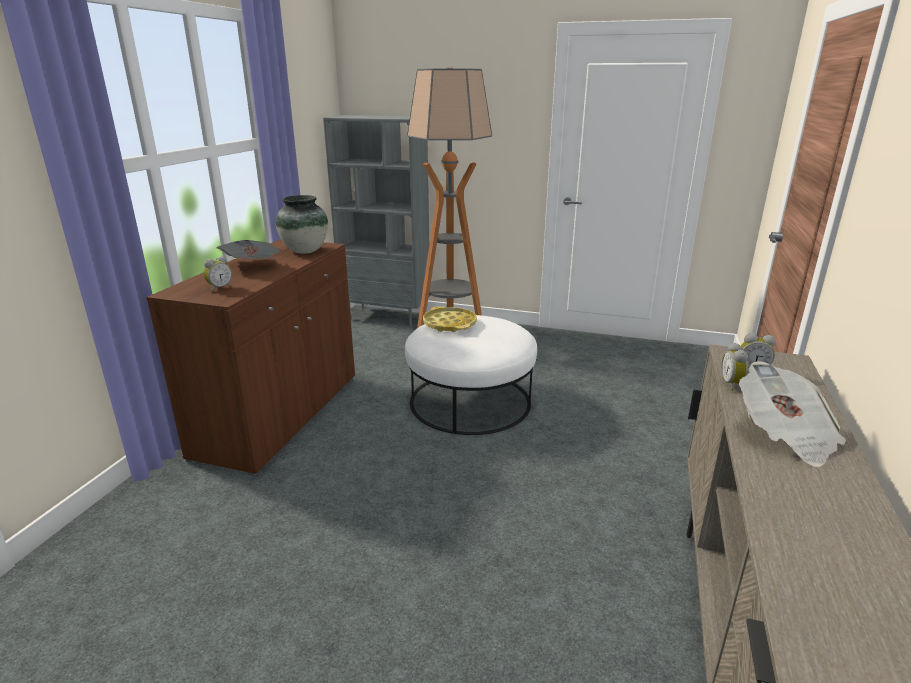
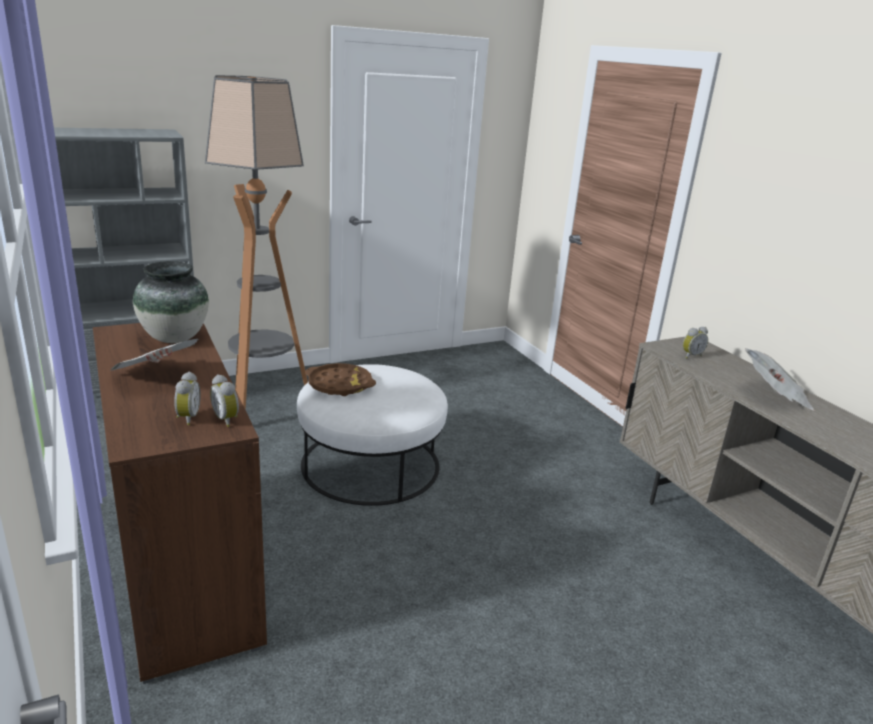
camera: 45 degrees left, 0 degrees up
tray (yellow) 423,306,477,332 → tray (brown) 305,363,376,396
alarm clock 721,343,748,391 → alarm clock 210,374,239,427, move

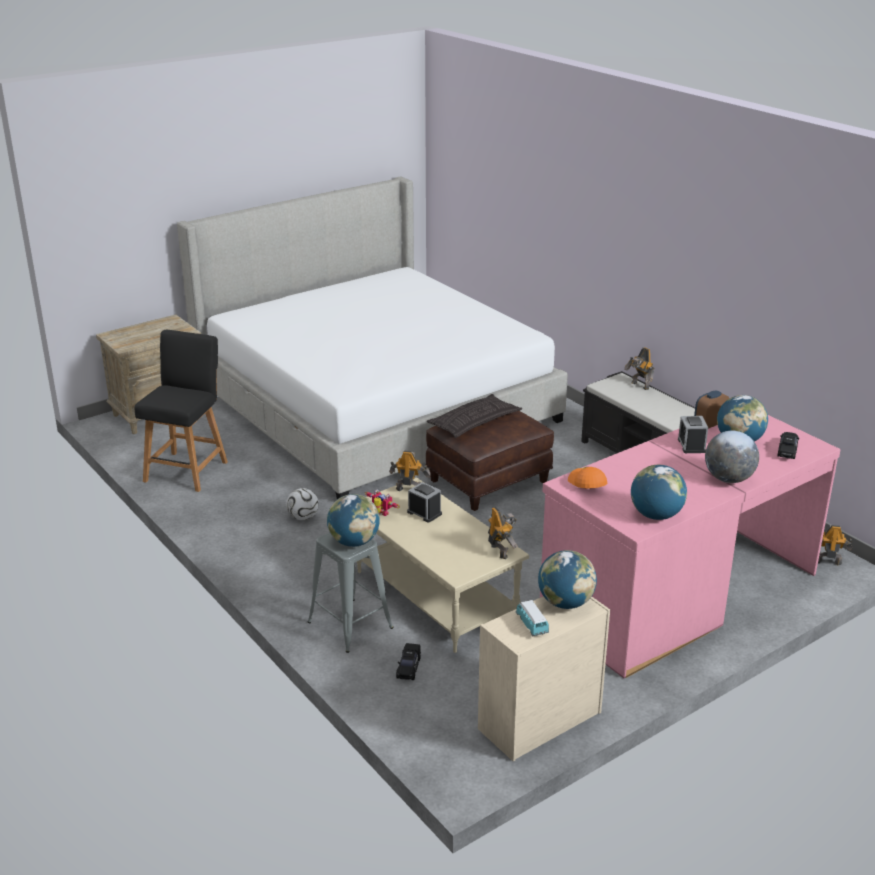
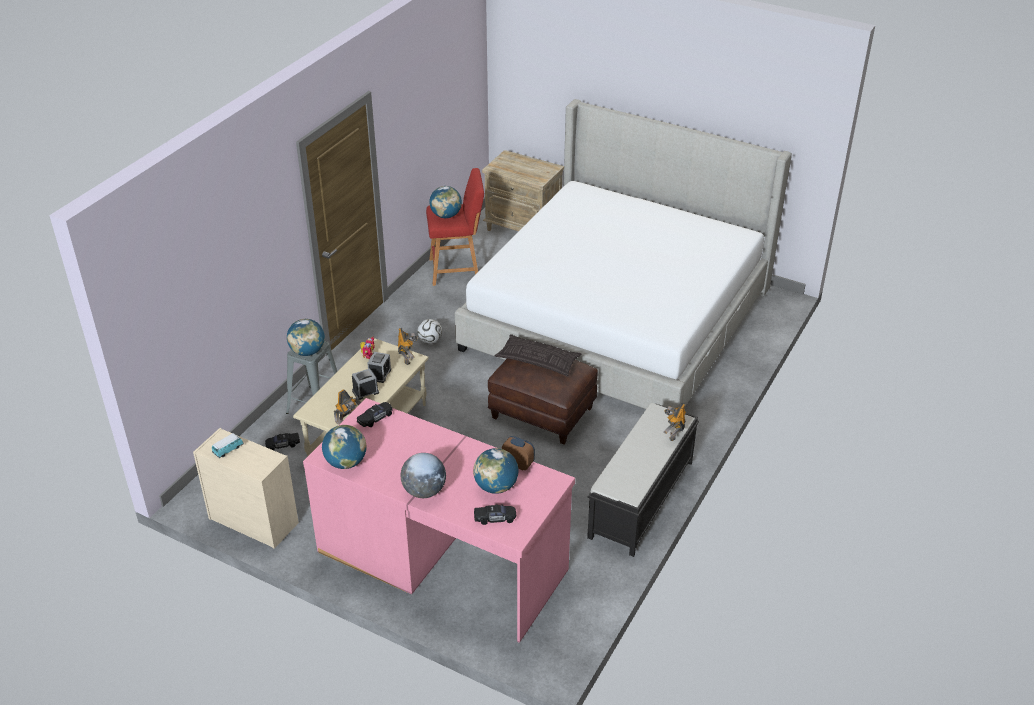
camera: 65 degrees right, 10 degrees up
stool (black) 135,330,228,492 → stool (red) 426,168,484,286
alarm clock 678,416,708,453 → alarm clock 352,368,379,400, move
cap (orange) 568,467,607,488 → toy car (black) 357,402,392,427
toy robot 818,525,852,565 → -
globe 538,550,597,609 → globe 429,186,462,218, move

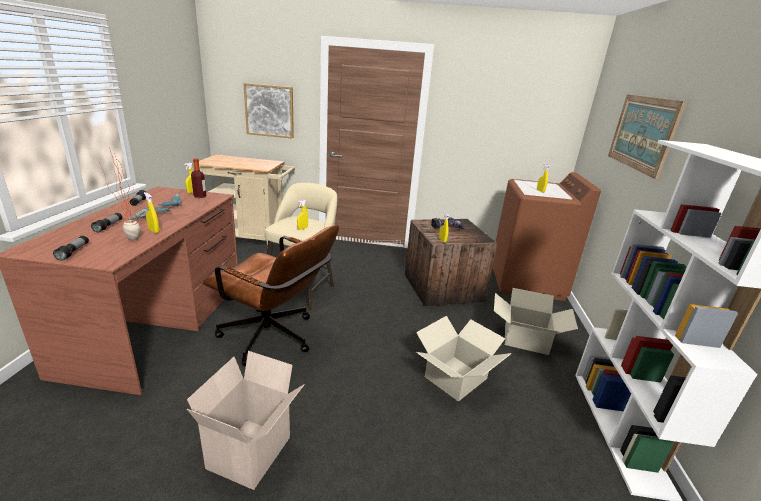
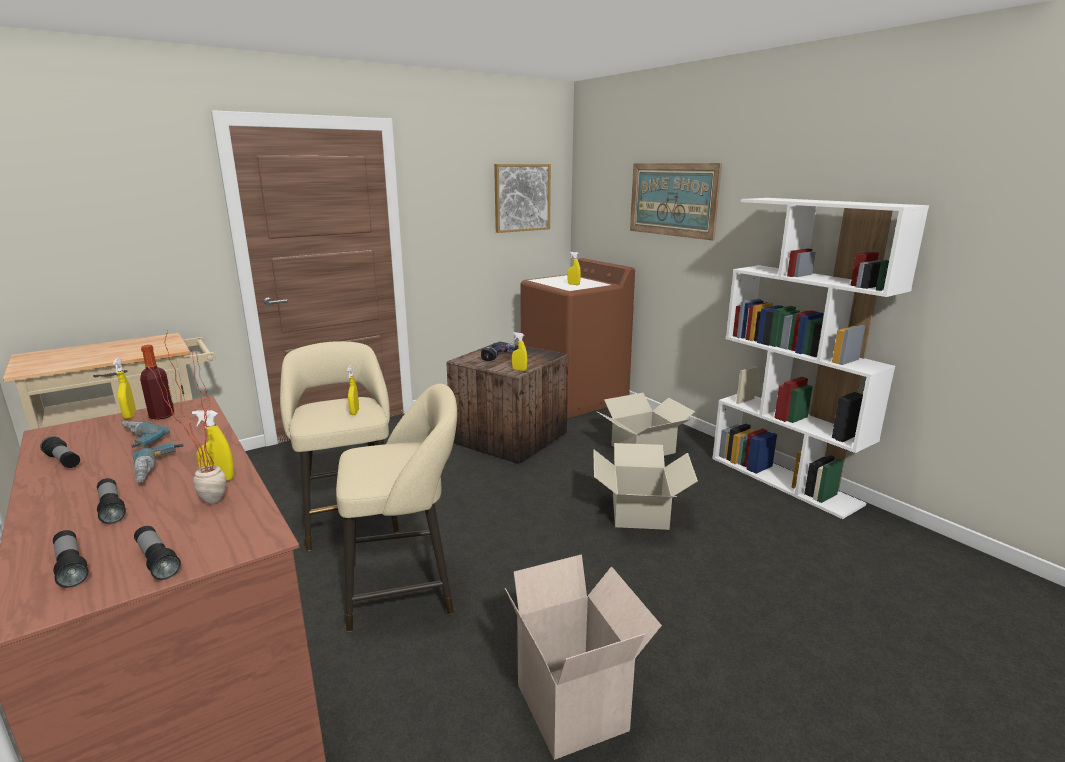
camera: 40 degrees left, 5 degrees down
picture 243,83,294,139 → picture 494,164,551,233, move
office chair (brown) 203,225,339,366 → stool (beige) 336,384,457,632
- → flashlight 53,530,89,588

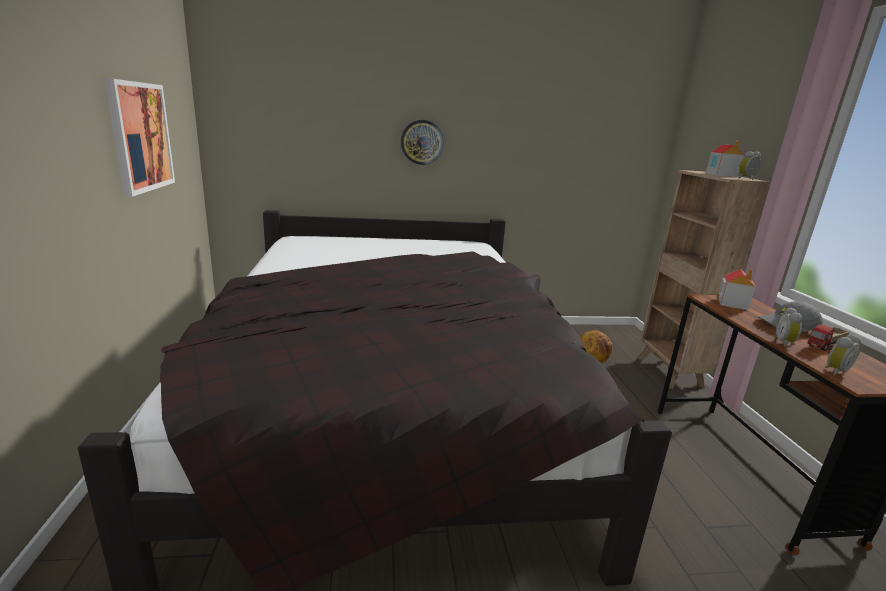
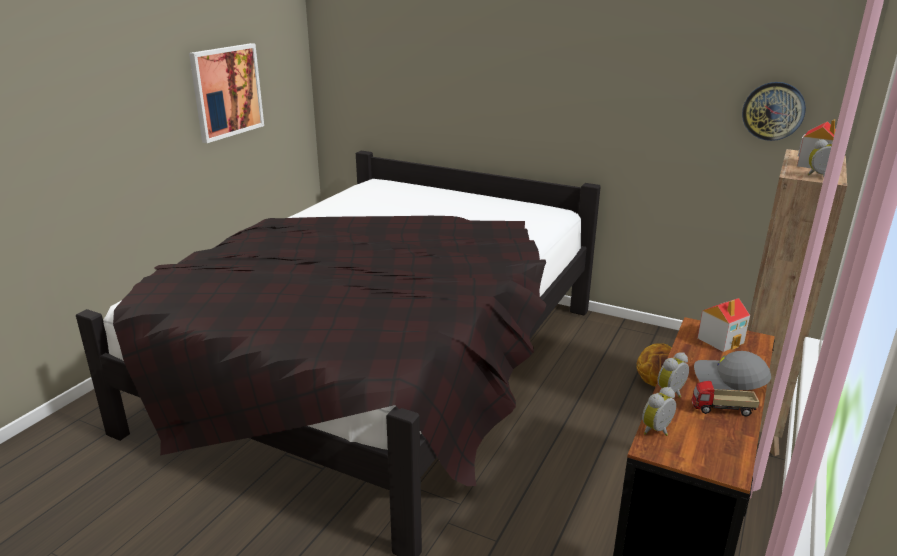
camera: 35 degrees right, 5 degrees up
wall clock 401,120,444,165 → wall clock 742,82,806,141, move
alarm clock 825,335,861,376 → alarm clock 642,387,676,436, 135 degrees clockwise

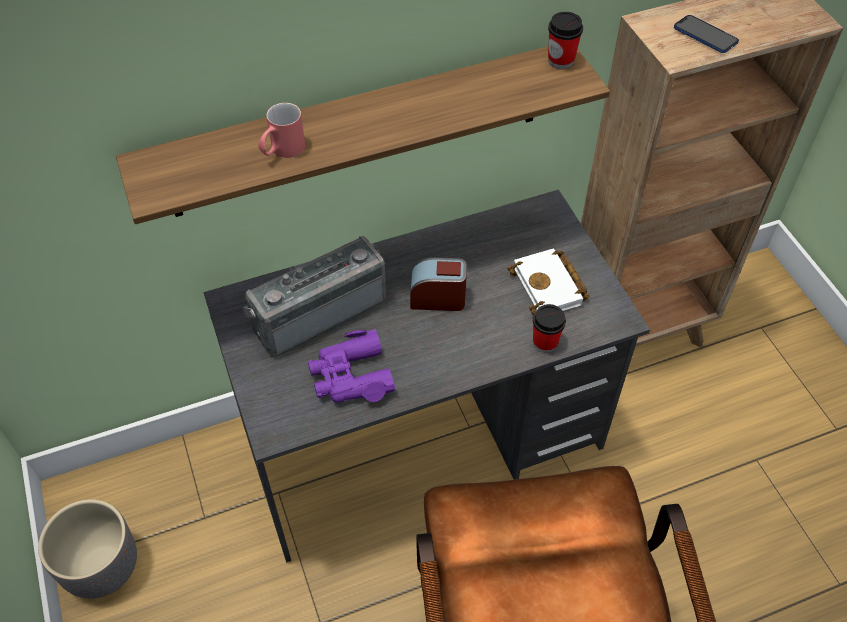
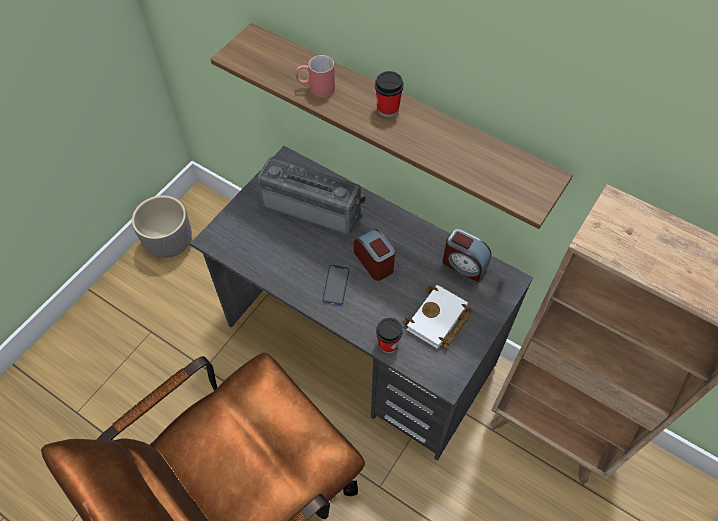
camera: 55 degrees right, 5 degrees up
cup 548,12,583,69 → cup 375,71,404,117, move
phone 674,15,739,53 → phone 322,265,350,305, move
binoculars (purple) 308,329,395,403 → -
- → alarm clock 443,229,491,282

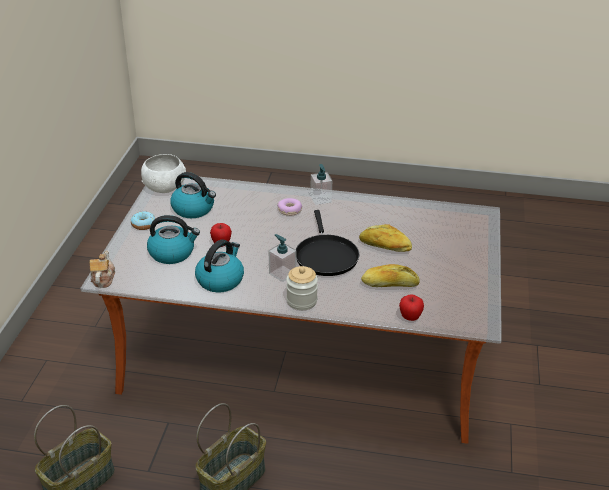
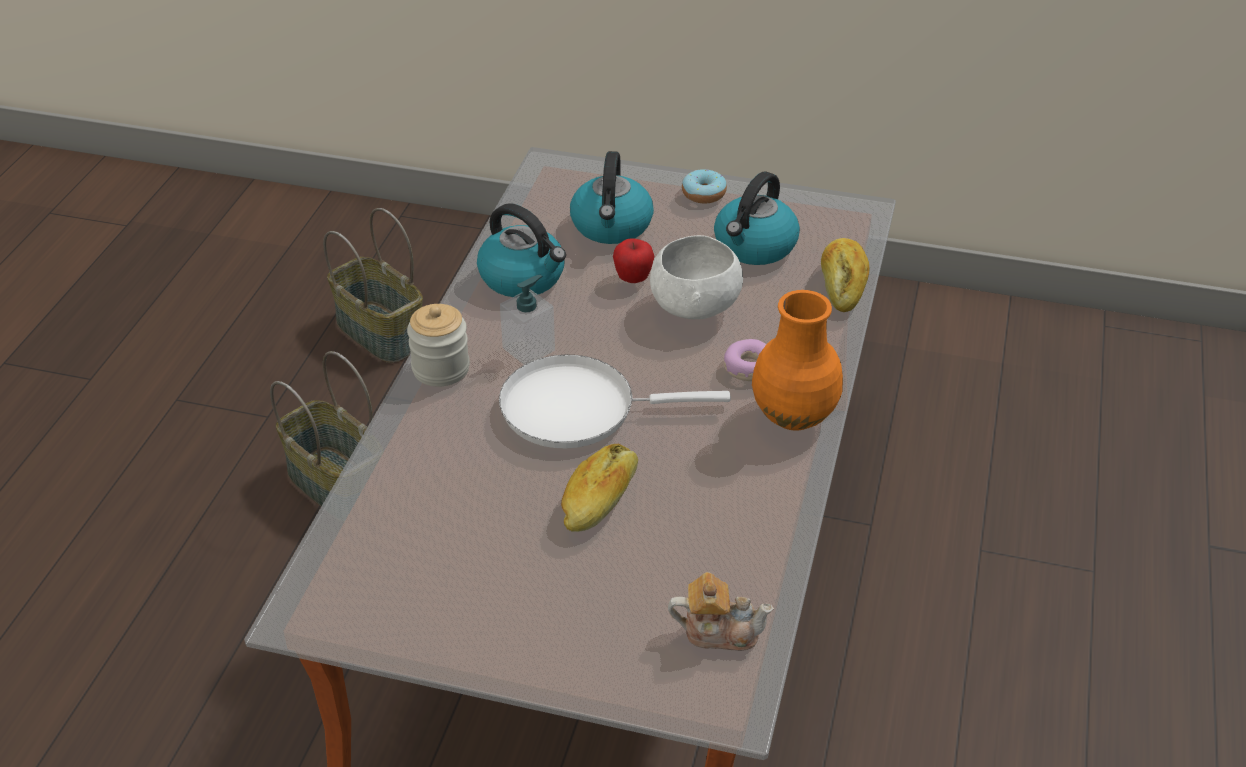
camera: 95 degrees right, 5 degrees up
bowl (white) 141,154,186,193 → bowl (white) 650,235,743,319, move
soap dispenser 310,164,332,205 → vase (orange) 752,290,843,431
frying pan (black) 296,210,360,276 → frying pan (white) 499,355,731,448
teapot 90,250,115,288 → teapot 668,572,774,651, move
bread 361,264,420,287 → bread 821,238,869,312, move
apple 399,294,424,321 → -

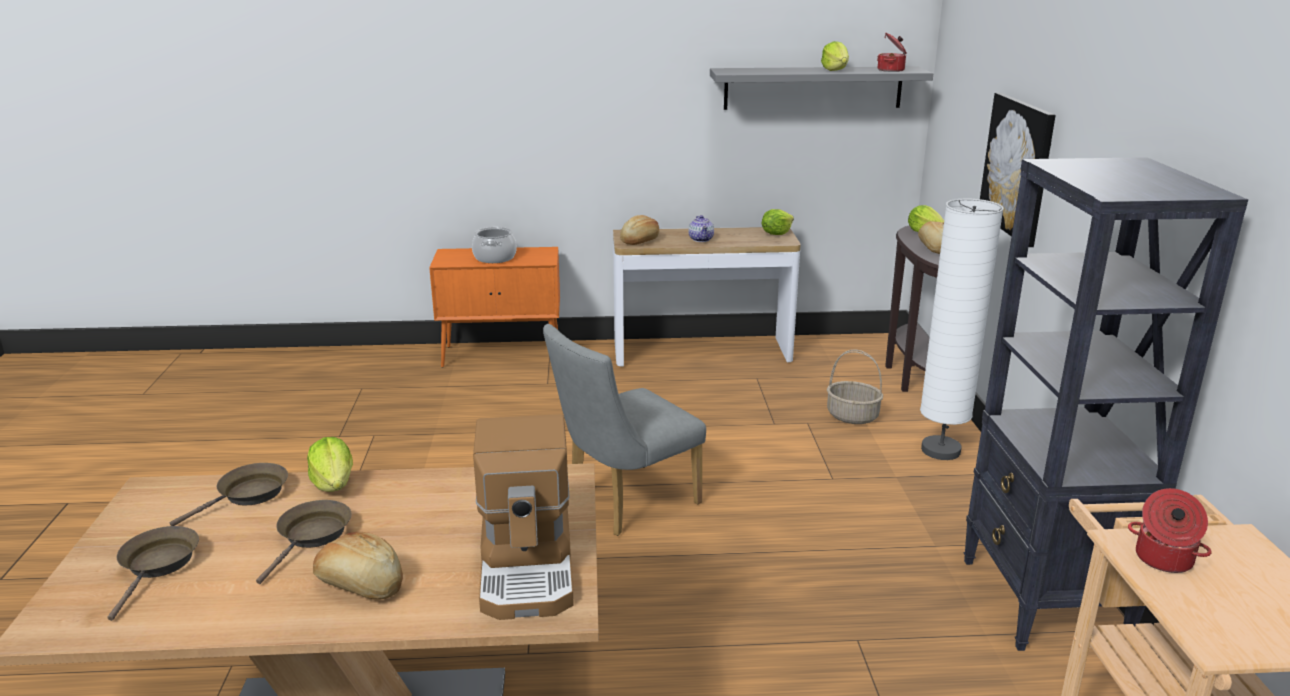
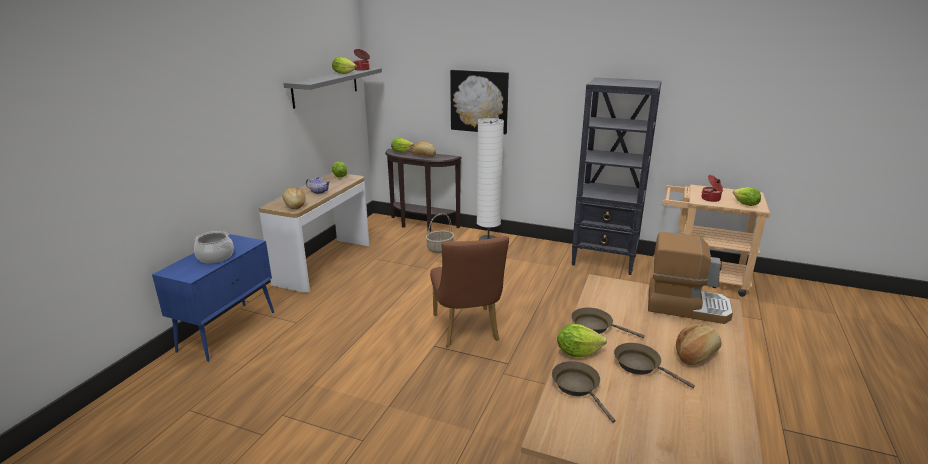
camera: 65 degrees left, 0 degrees up
cabinet (orange) 429,247,560,368 → cabinet (blue) 152,234,274,362
chair (grey) 543,324,706,536 → chair (brown) 430,236,509,347
frying pan (brown) 107,526,199,621 → frying pan (brown) 571,308,645,338, move
- → lettuce 733,187,761,206

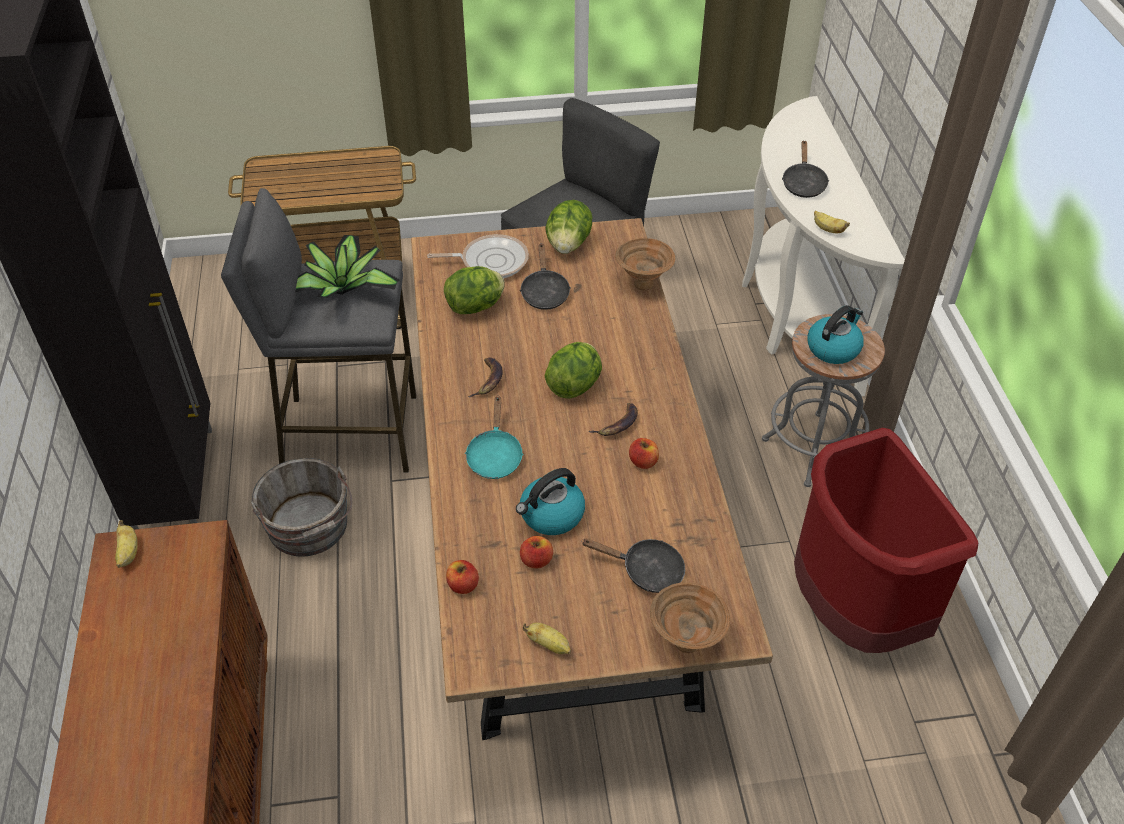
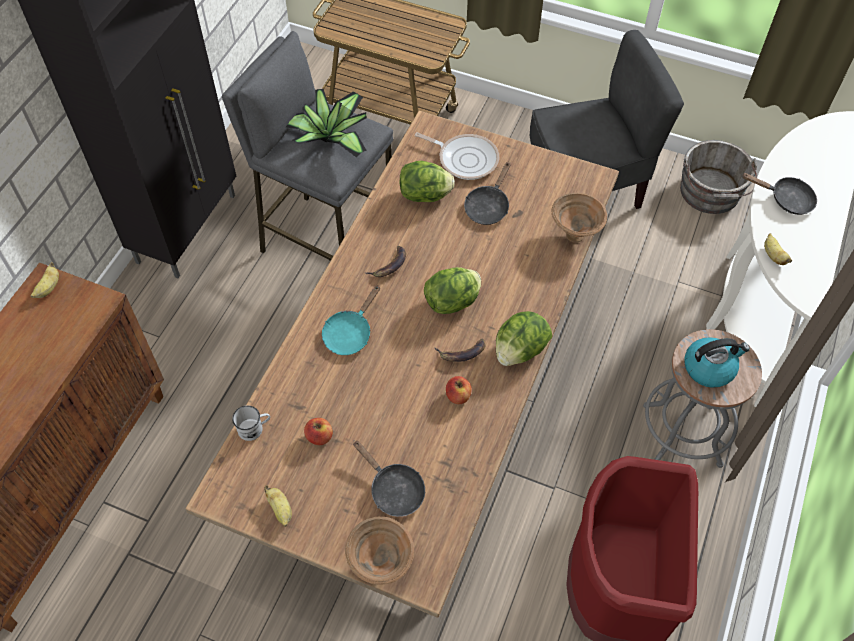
camera: 30 degrees right, 10 degrees up
frying pan (black) 782,140,829,198 → frying pan (black) 742,173,817,215, 105 degrees counterclockwise
lettuce 545,200,593,254 → lettuce 496,311,552,366, move
bucket (grey) 251,458,352,557 → bucket (grey) 680,140,757,214, move
kettle 516,468,585,535 → -
apple 446,560,479,594 → mug (white) 232,405,270,441

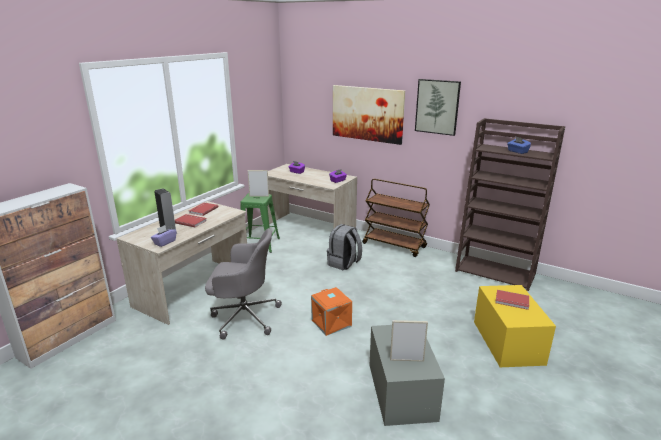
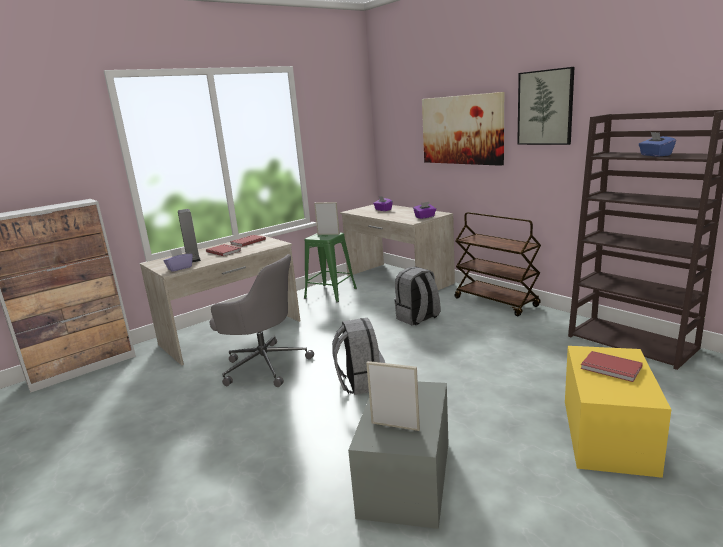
camera: 20 degrees right, 5 degrees down
storage box (orange) 311,287,352,336 → backpack (grey) 332,318,385,395

